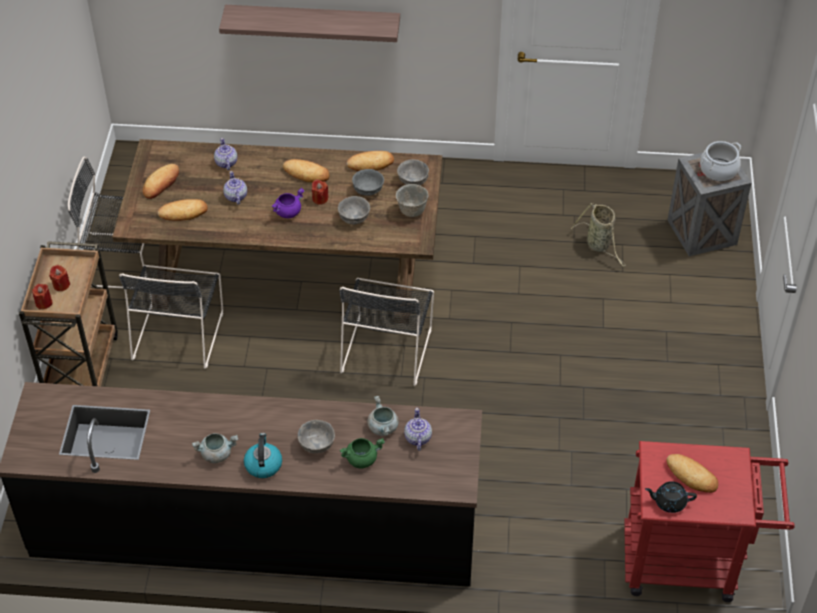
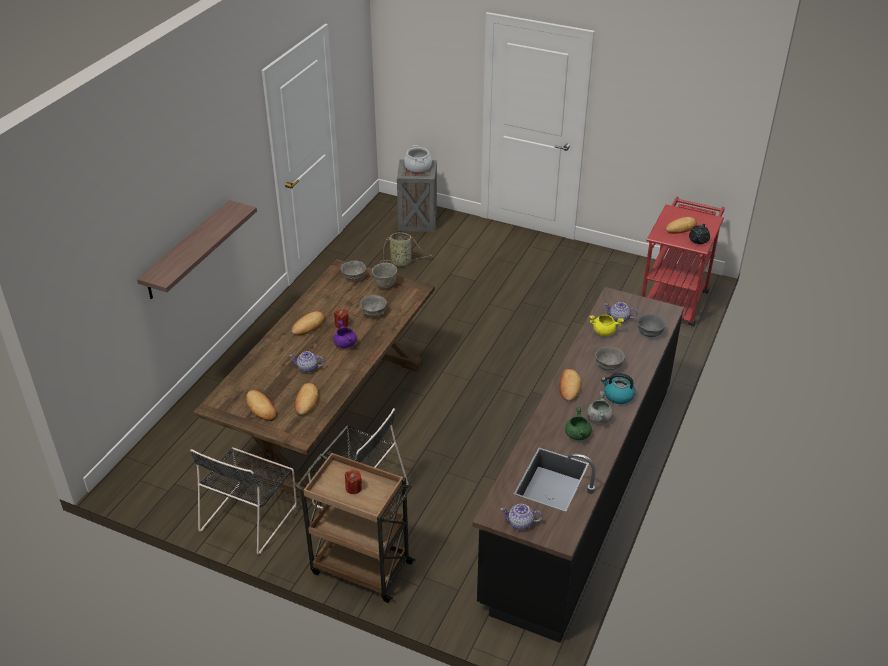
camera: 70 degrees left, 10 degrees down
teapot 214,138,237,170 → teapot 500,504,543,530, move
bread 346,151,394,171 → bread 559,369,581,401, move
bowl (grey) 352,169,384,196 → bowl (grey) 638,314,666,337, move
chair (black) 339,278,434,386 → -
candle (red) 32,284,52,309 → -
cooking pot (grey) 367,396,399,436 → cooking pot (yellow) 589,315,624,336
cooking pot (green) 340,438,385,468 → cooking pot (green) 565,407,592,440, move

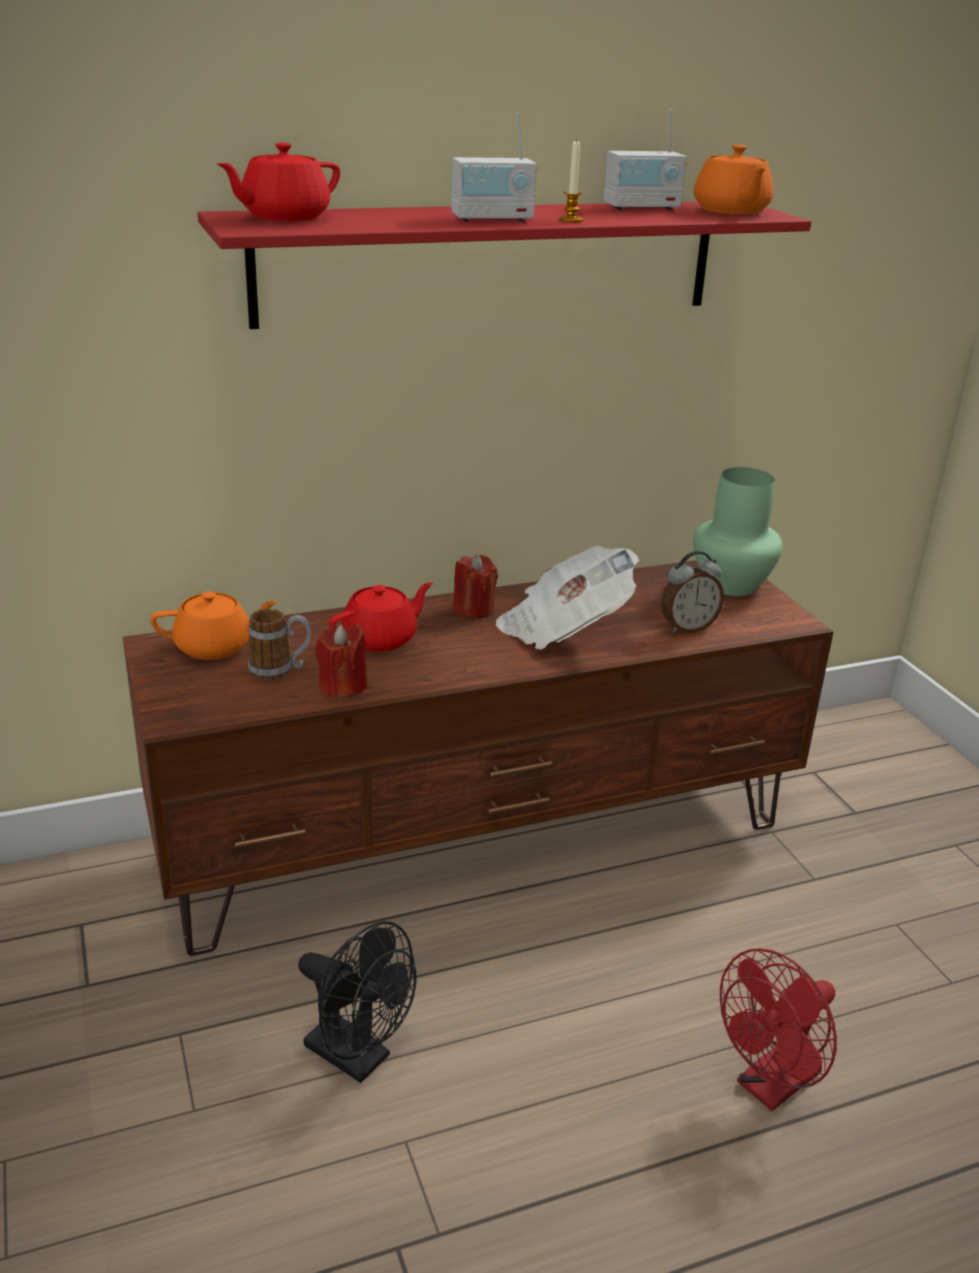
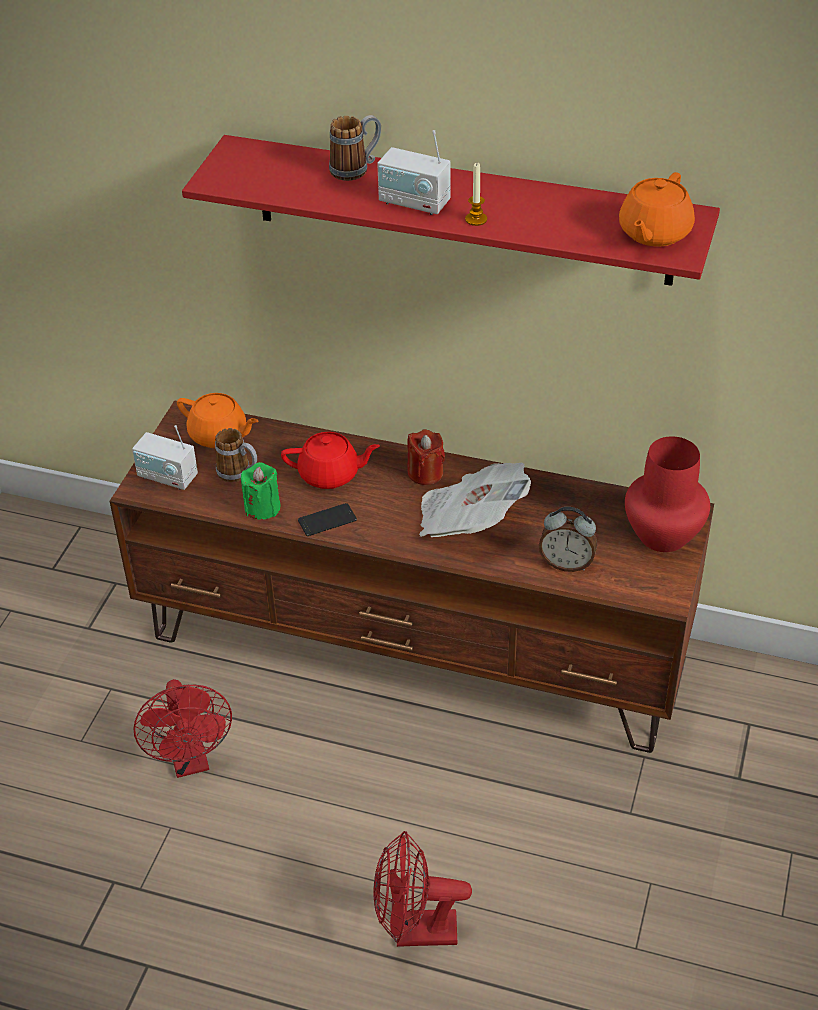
camera: 40 degrees right, 15 degrees up
radio 603,109,687,210 → radio 132,425,198,490, move
teapot (red) 216,143,340,221 → -
vase (green) 693,467,783,596 → vase (red) 625,436,710,552
candle (red) 315,624,367,699 → candle (green) 241,462,281,520
fan (black) 298,921,417,1083 → fan (red) 133,679,232,778
- → mug 329,115,381,181
- → phone 298,503,357,536

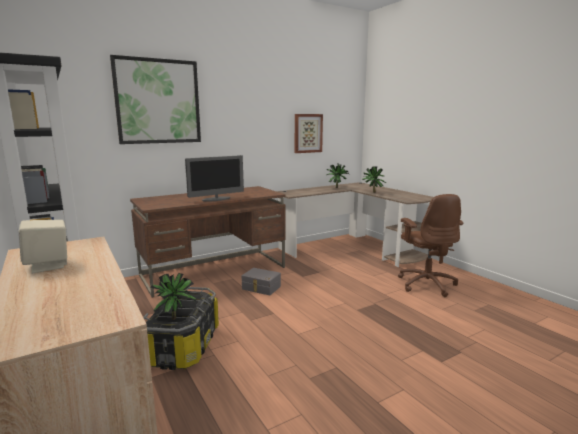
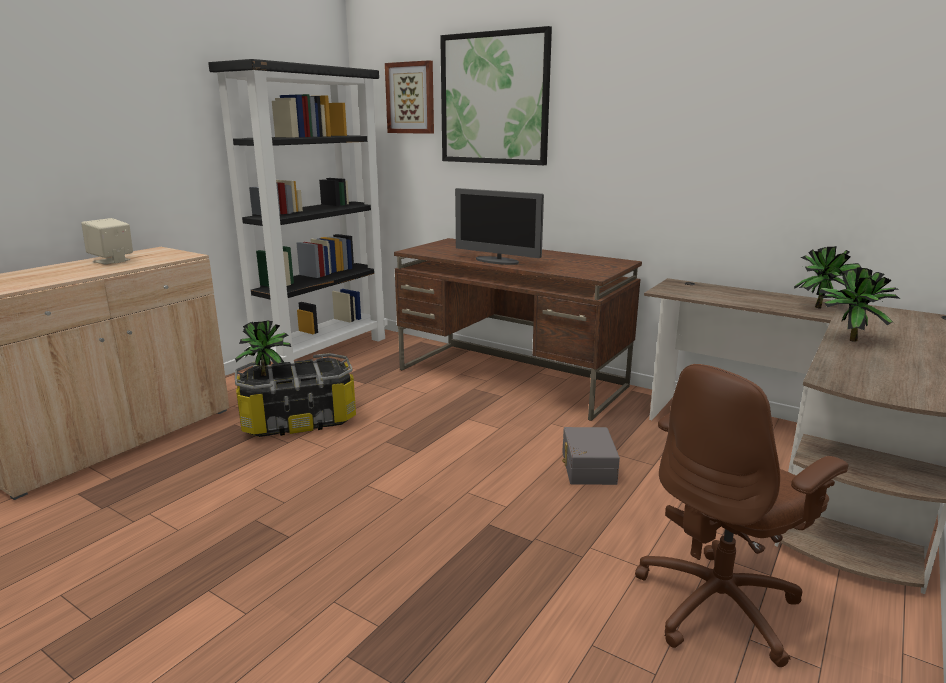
camera: 65 degrees right, 5 degrees up
picture 295,114,323,153 → picture 385,60,434,134, move
storage box (grey) 242,268,281,295 → storage box (grey) 562,427,620,485, move

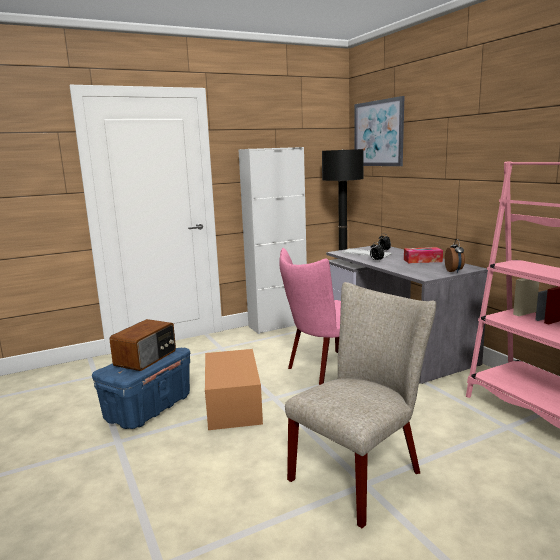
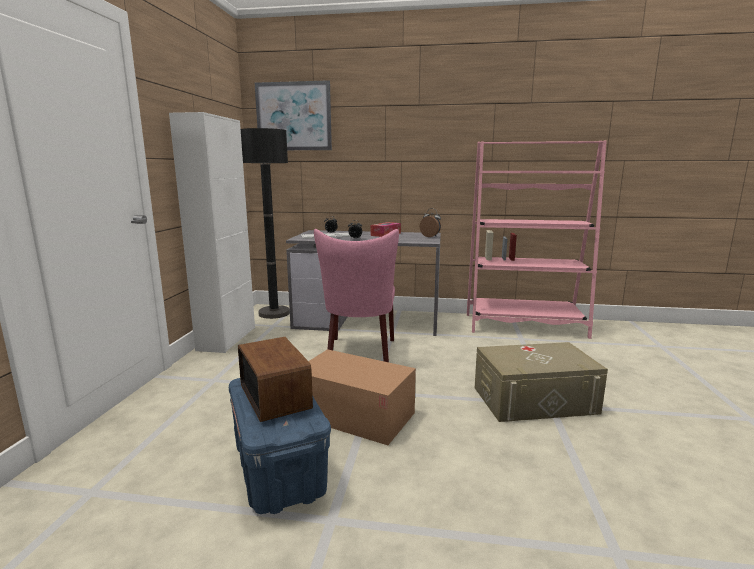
camera: 55 degrees left, 0 degrees up
chair (beige) 285,282,436,528 → storage box (beige) 475,342,608,422

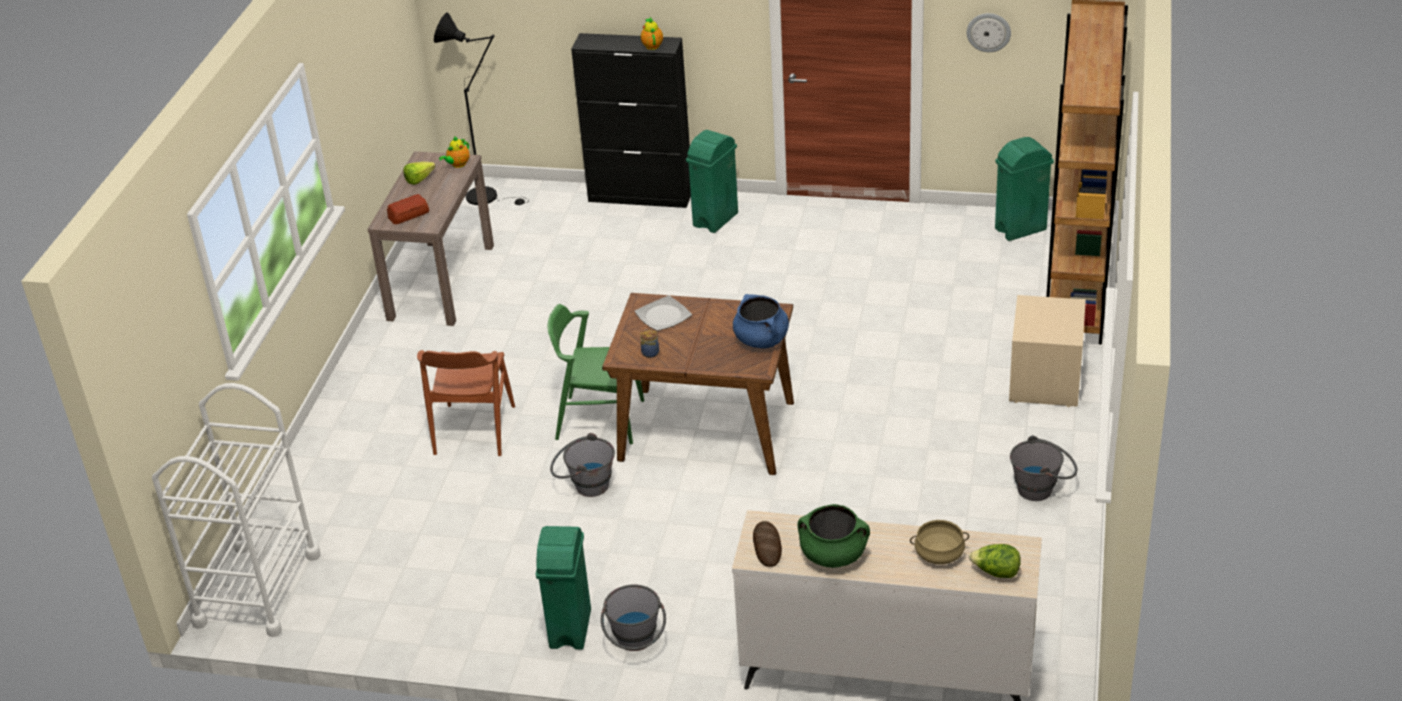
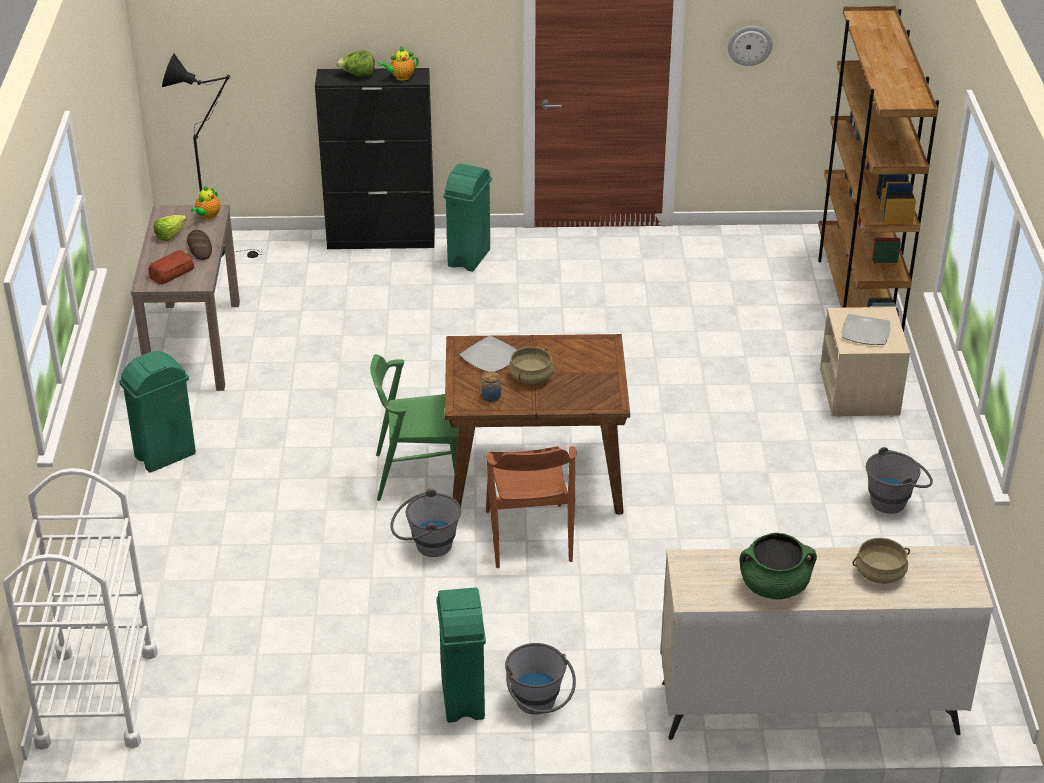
camera: 15 degrees left, 0 degrees up
teapot 641,17,663,50 → teapot 378,46,419,81, 90 degrees counterclockwise
trash can (green) 995,137,1054,241 → trash can (green) 119,351,196,473, move
cooking pot (blue) 733,294,789,349 → -
chair (brown) 417,350,515,456 → chair (brown) 486,446,577,568, move
bread 753,521,782,567 → bread 187,230,212,260, move
lettuce 969,544,1021,578 → lettuce 336,51,375,77, move
- → plate 842,314,890,345
- → cooking pot (beige) 509,347,554,384

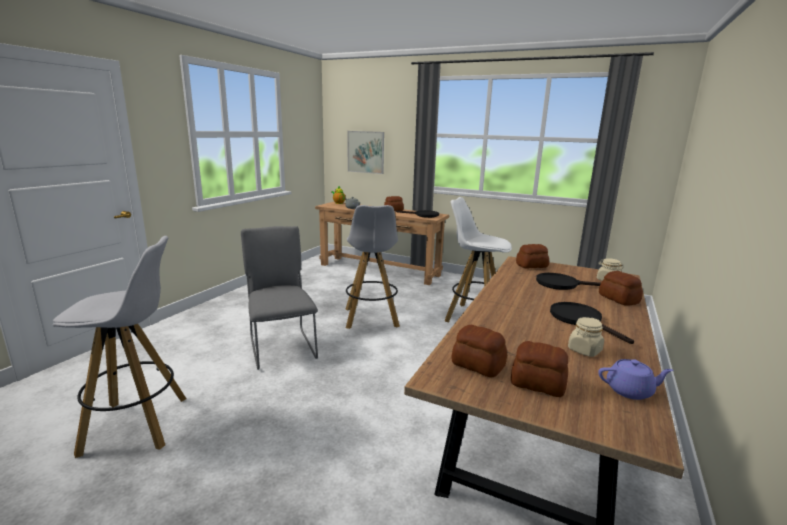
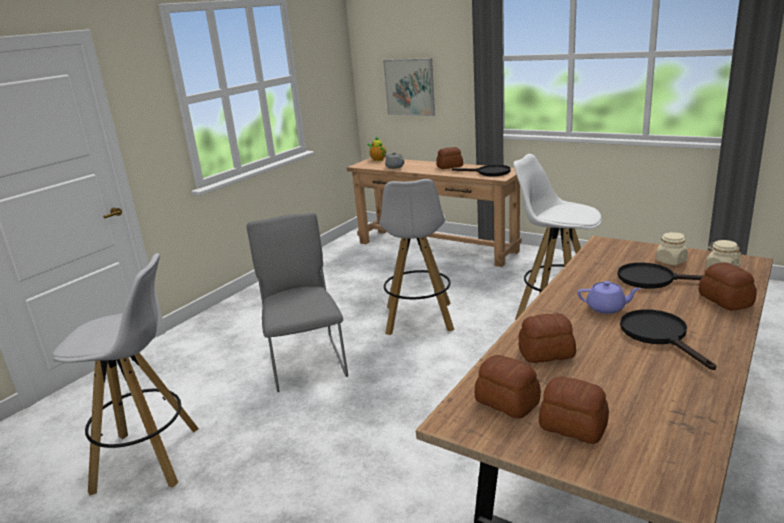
camera: 10 degrees right, 5 degrees up
bread 516,244,549,269 → bread 518,313,576,363, move
jar (beige) 568,317,604,357 → jar (beige) 656,232,688,265, move
teapot (purple) 598,359,674,400 → teapot (purple) 577,281,641,314, move

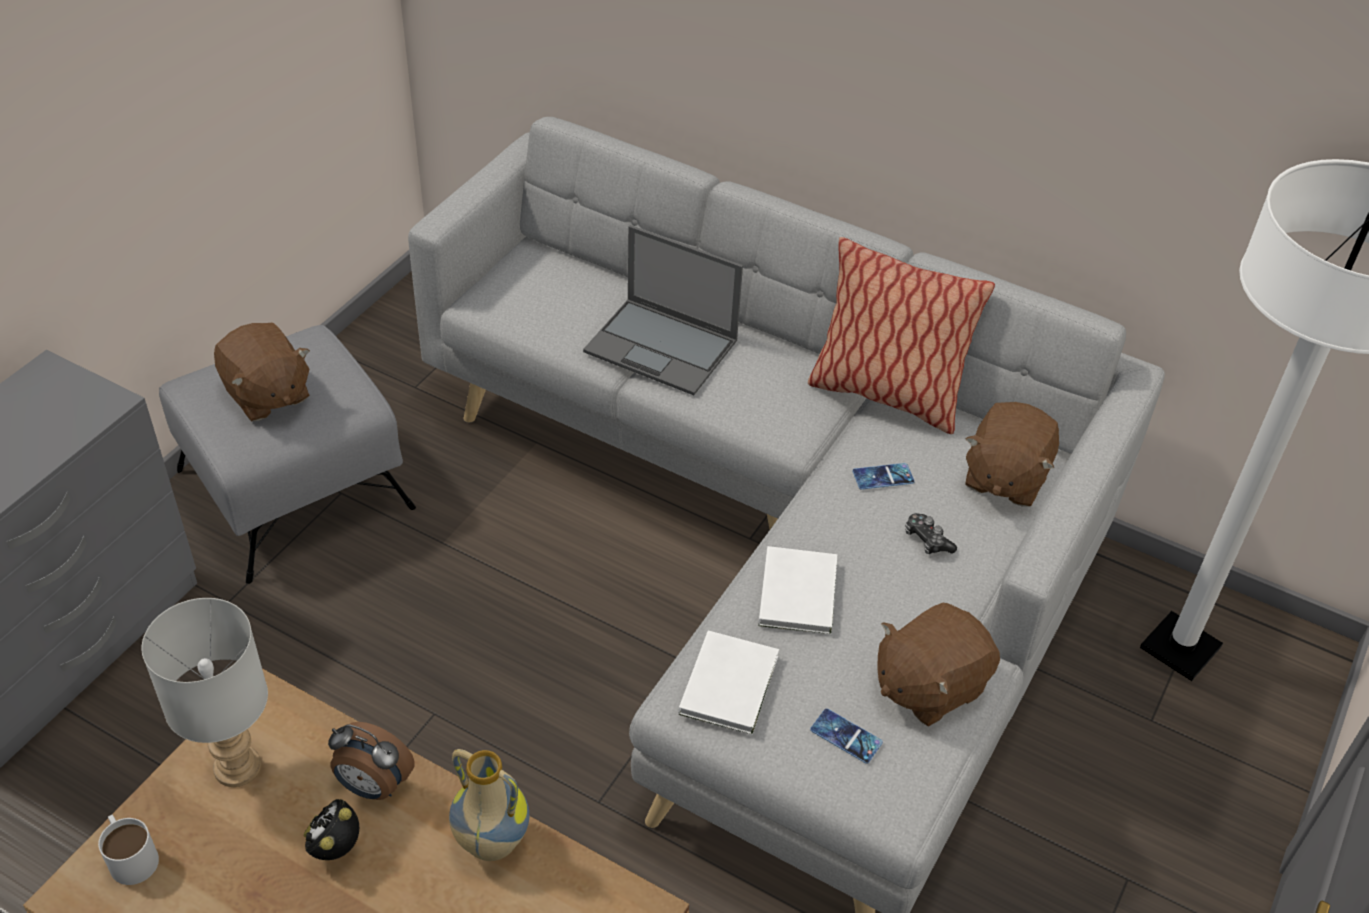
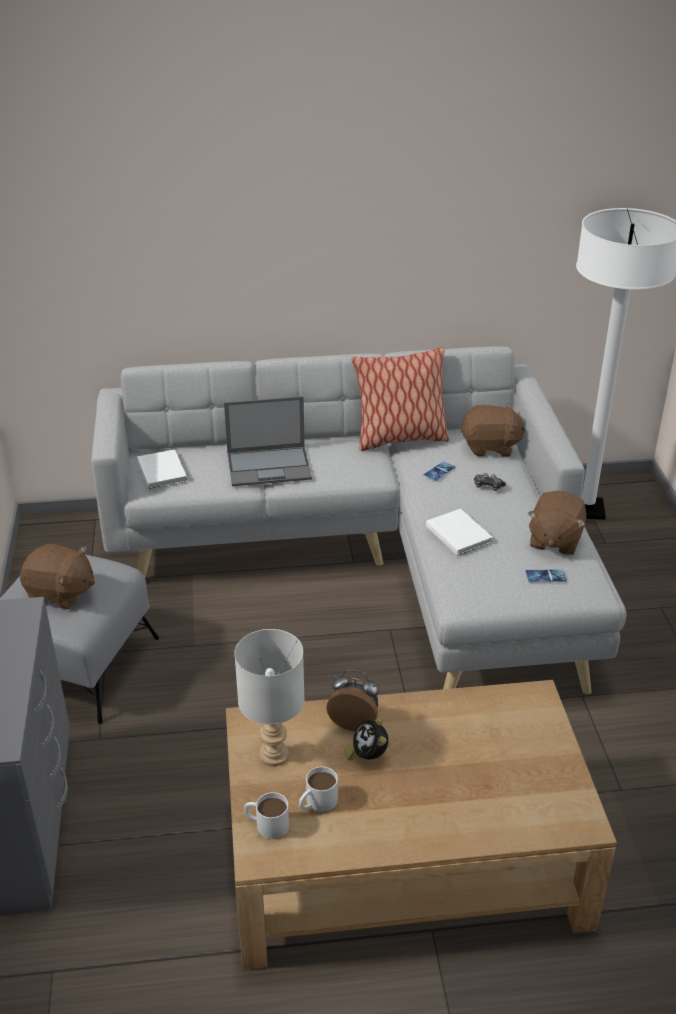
camera: 35 degrees left, 10 degrees down
plush toy (brown) 965,402,1059,507 → plush toy (brown) 461,403,525,457, 75 degrees counterclockwise
book (white) 678,630,779,735 → book (white) 137,449,187,489, move
alarm clock 328,722,415,800 → alarm clock 326,670,379,731, 150 degrees counterclockwise
vase 449,749,529,861 → -
- → mug (white) 299,767,338,812

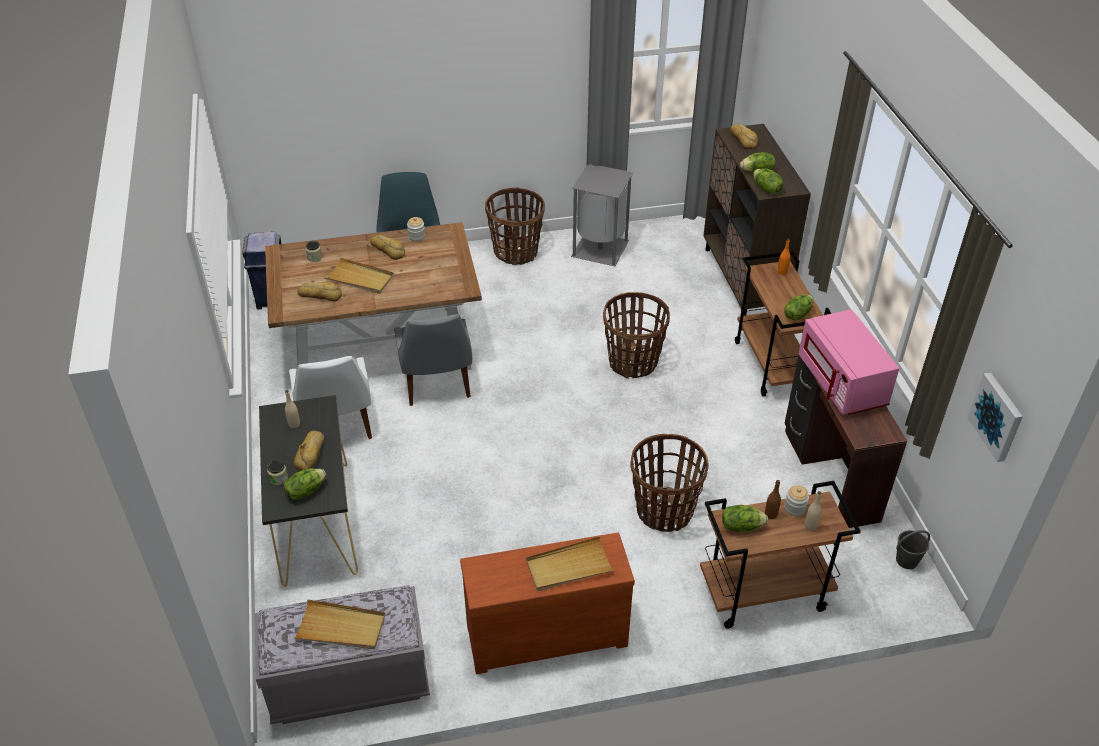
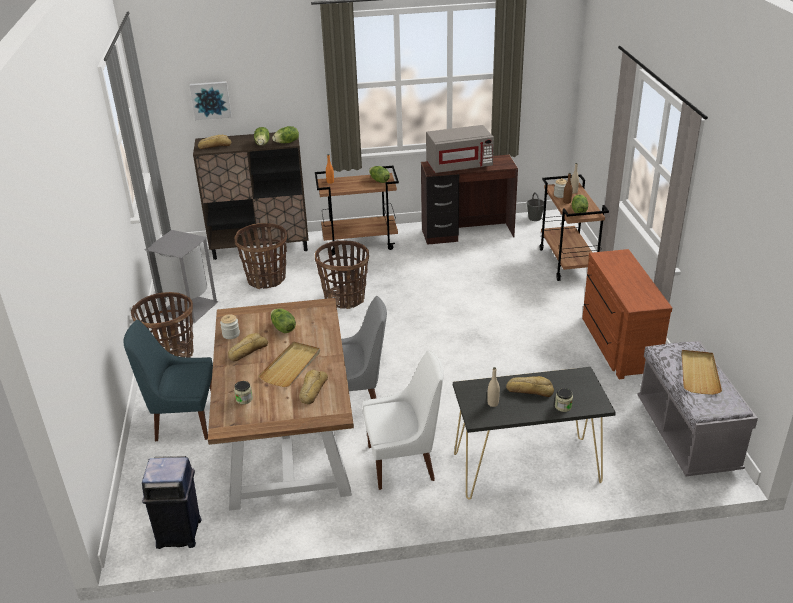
camera: 85 degrees left, 10 degrees down
microwave (pink) 799,309,899,415 → microwave (grey) 426,125,494,173
picture 968,373,1023,462 → picture 190,81,232,120, move
basket 630,434,709,532 → basket 234,223,287,289, move
lettuce 284,469,326,500 → lettuce 271,309,296,333, move
tray (beige) 526,536,614,591 → -

